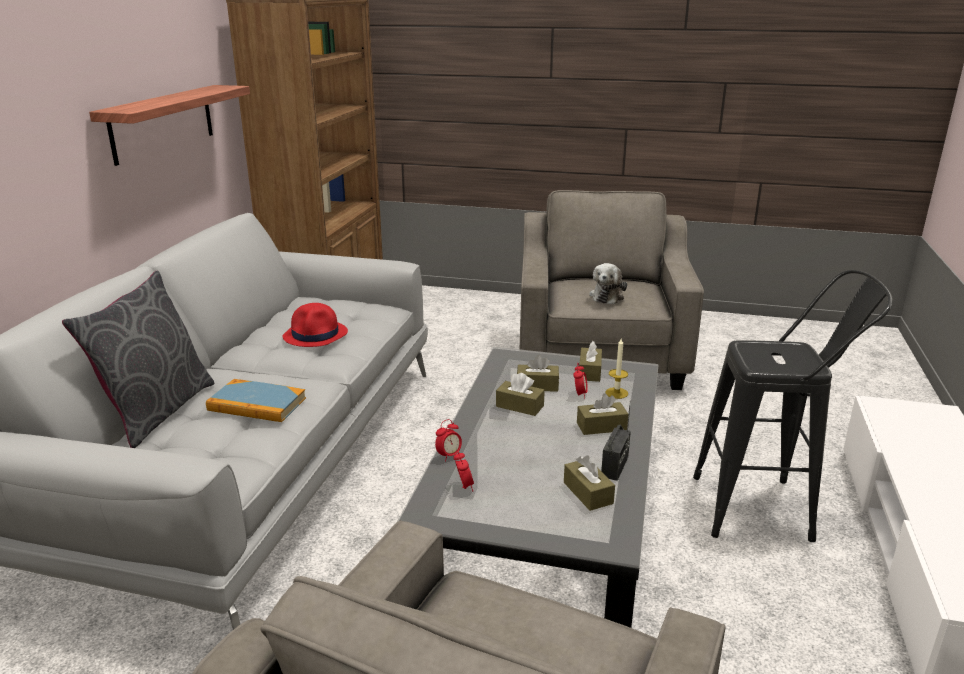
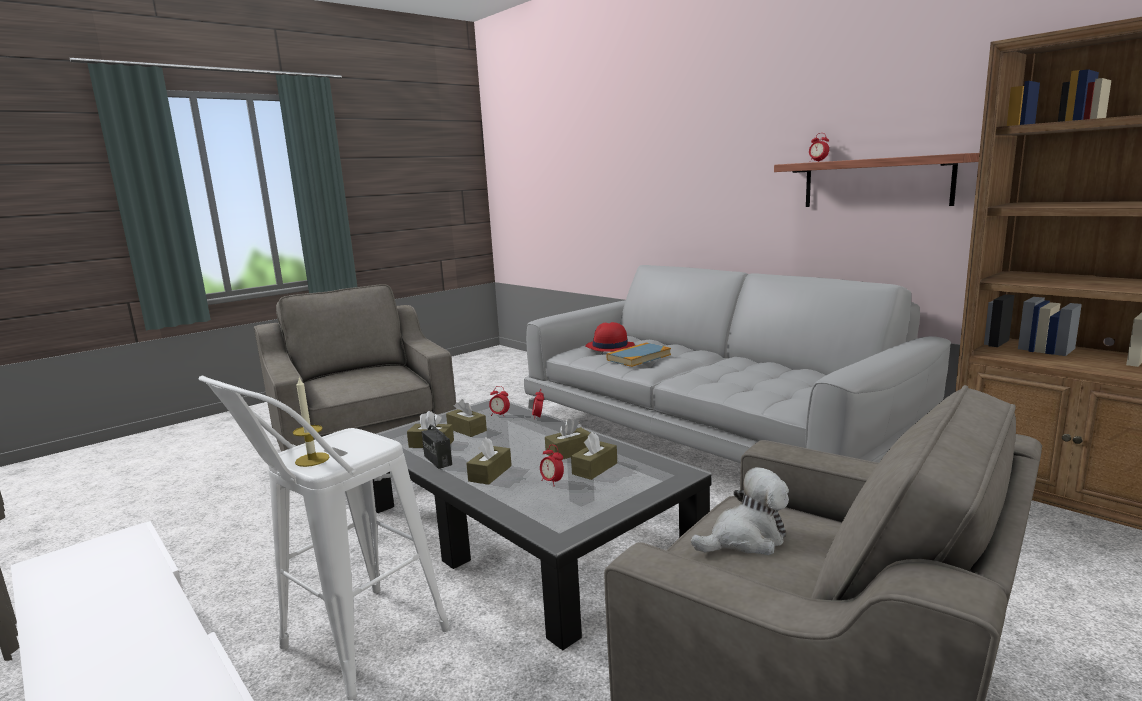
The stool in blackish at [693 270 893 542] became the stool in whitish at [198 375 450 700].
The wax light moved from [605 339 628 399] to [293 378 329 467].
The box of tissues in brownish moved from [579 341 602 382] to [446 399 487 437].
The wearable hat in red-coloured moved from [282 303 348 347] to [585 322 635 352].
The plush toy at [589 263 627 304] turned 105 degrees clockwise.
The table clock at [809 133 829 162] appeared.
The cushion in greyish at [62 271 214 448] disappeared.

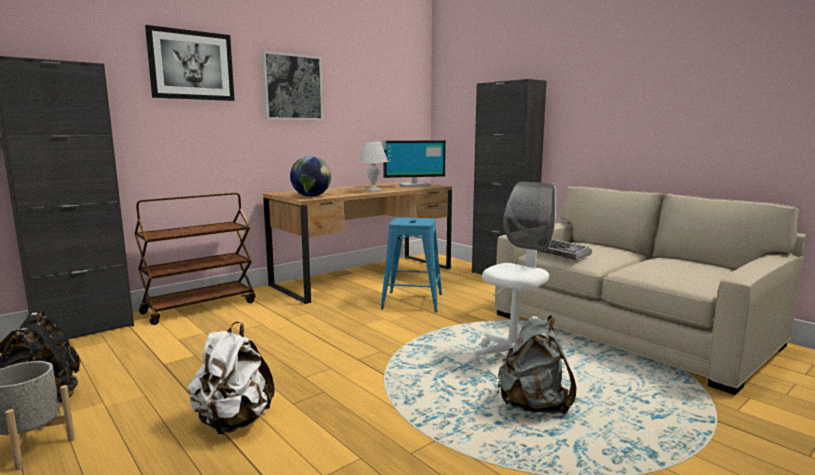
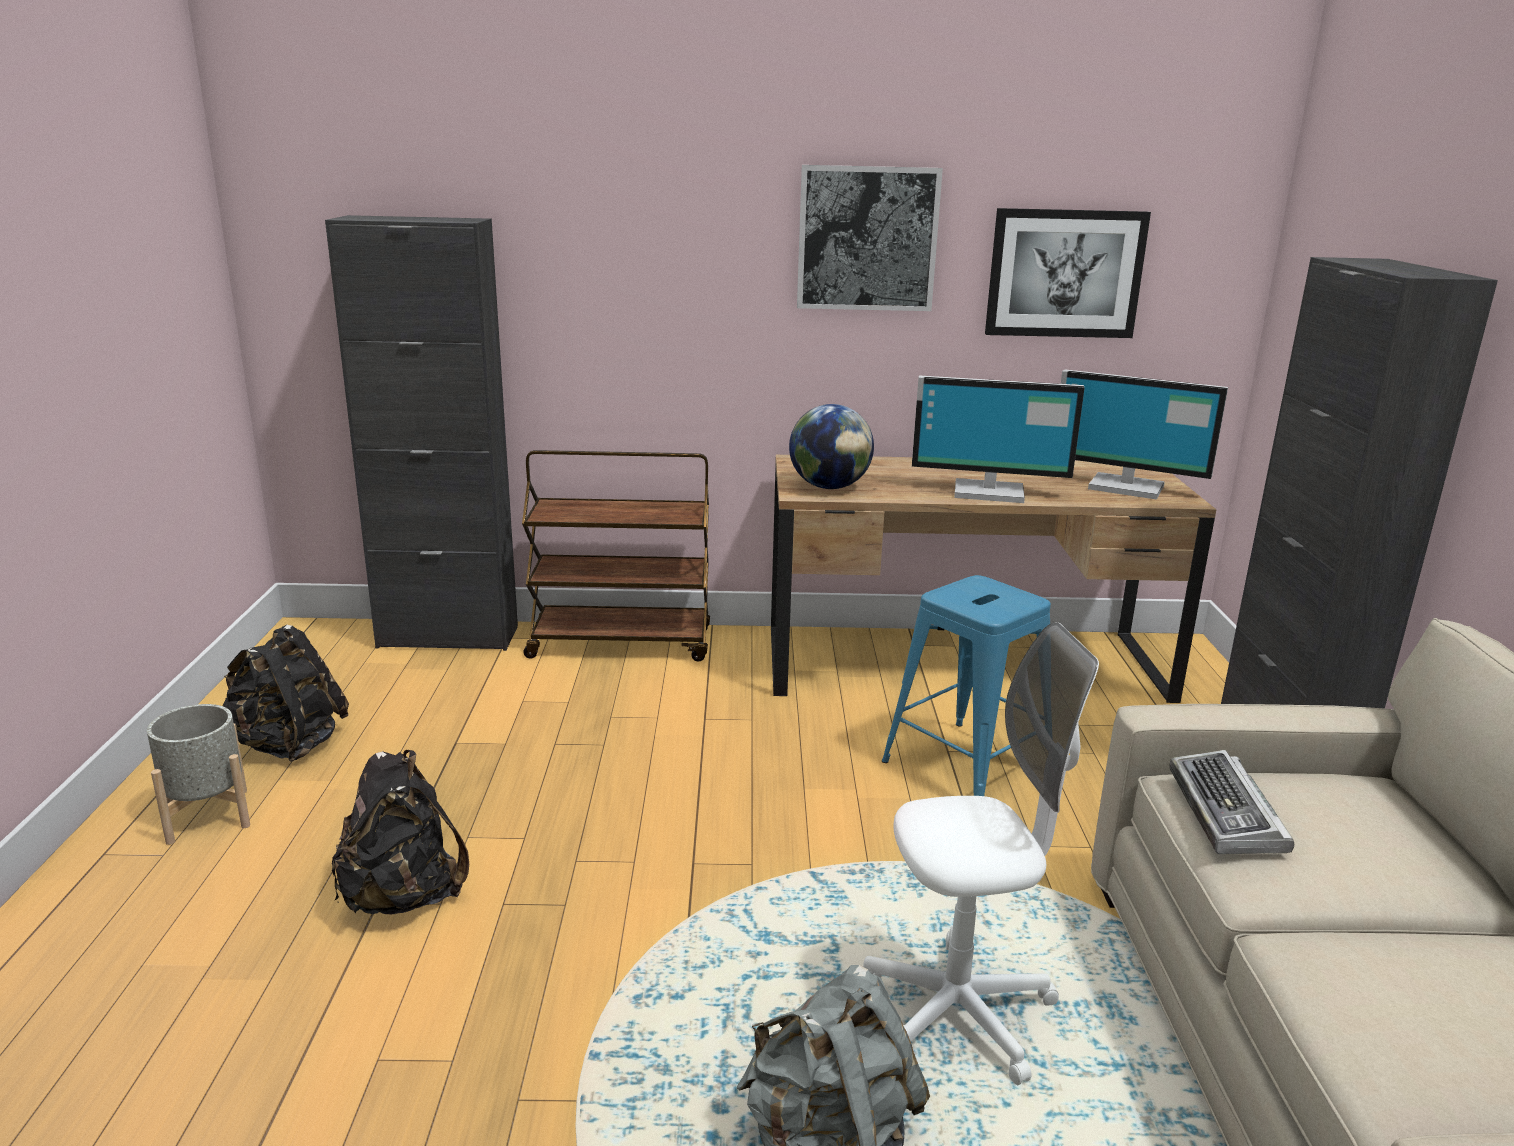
The backpack in whitish at [188 321 275 434] became the backpack in blackish at [332 750 469 914].
The lamp for a table in whitish at [358 141 388 192] was replaced by the computer screen at [912 375 1085 503].
The picture moved from [145 25 235 101] to [985 208 1151 338].

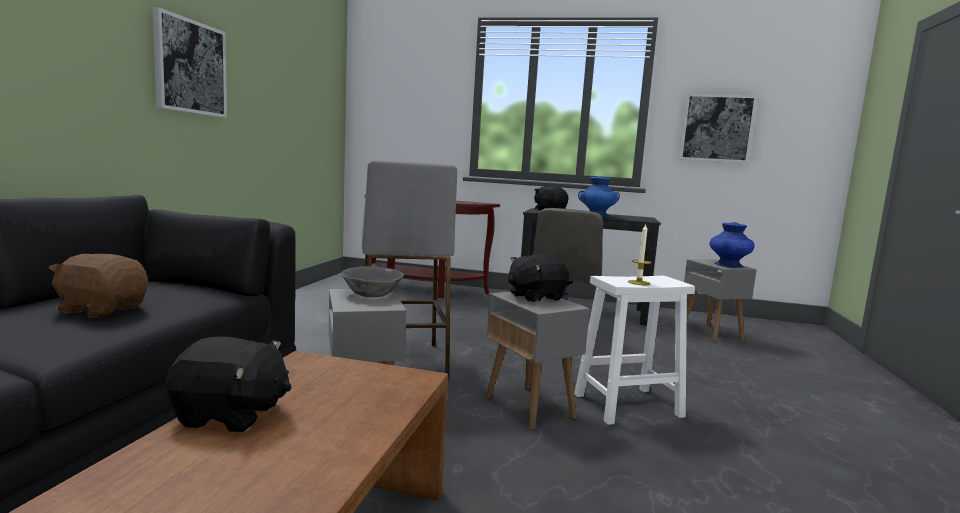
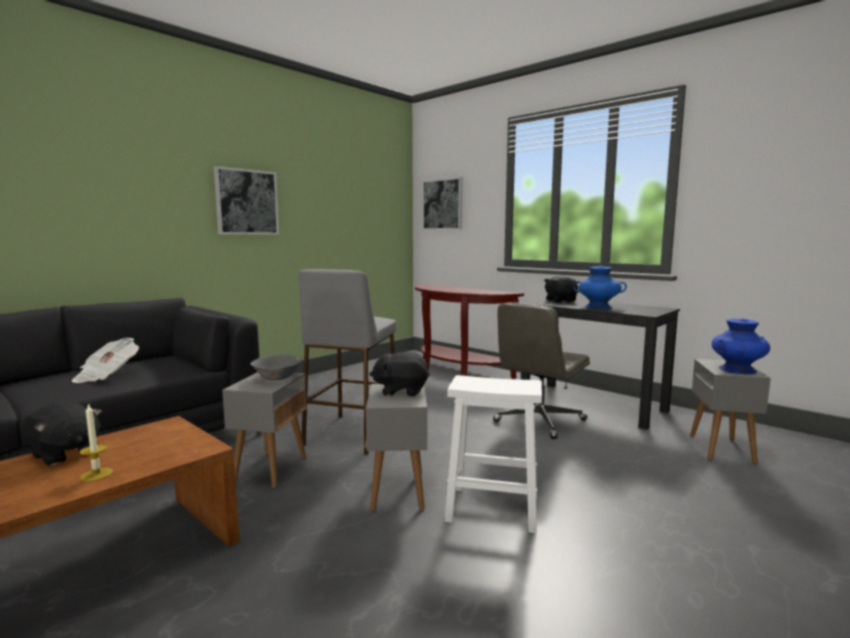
The plush toy in brownish at [49 254 148 318] was replaced by the printed paper at [71 338 139 383].
The wax light moved from [628 224 651 285] to [79 403 113 481].
The picture moved from [679 94 757 163] to [422 177 463 230].

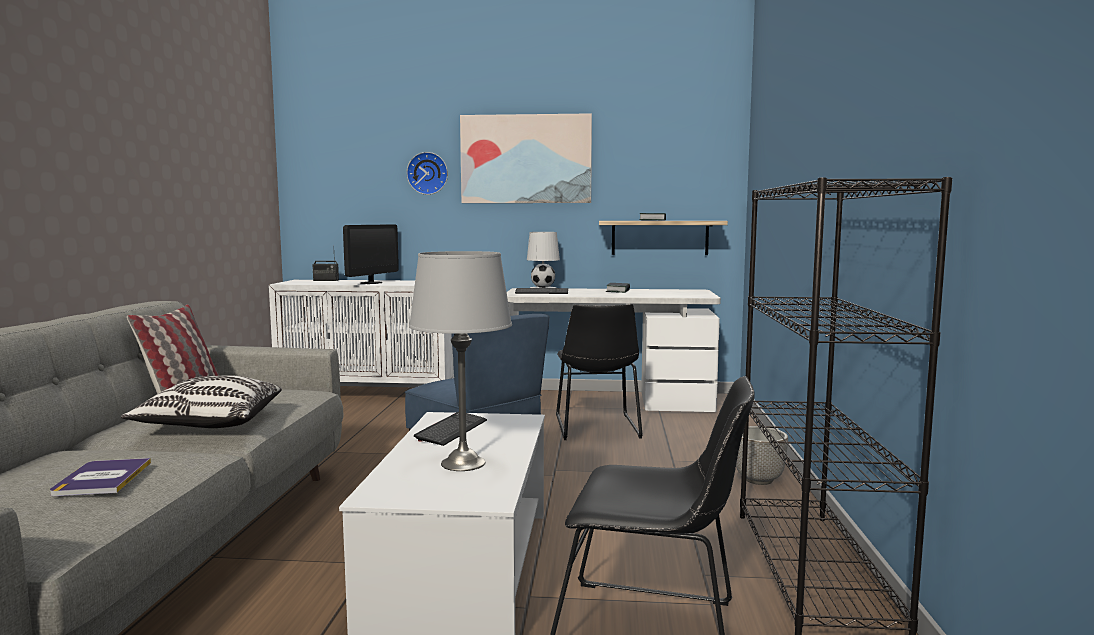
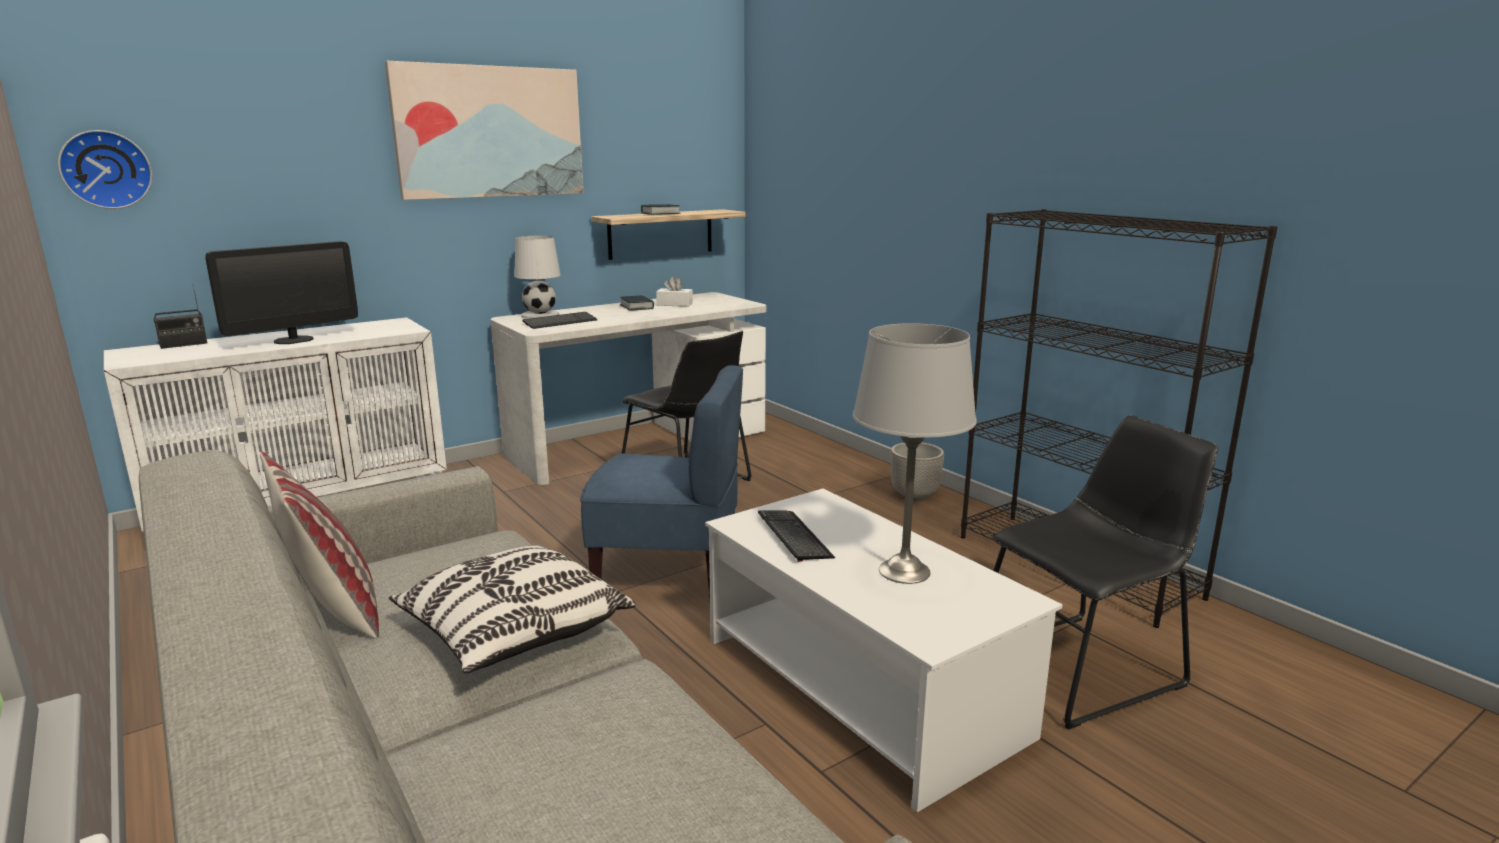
The hanging clock moved from [407 152 448 195] to [58 130 152 209].
The computer screen at [343 224 399 284] turned 60 degrees clockwise.
The box of tissues in whitish at [656 276 693 307] appeared.
The volume at [50 458 151 496] disappeared.

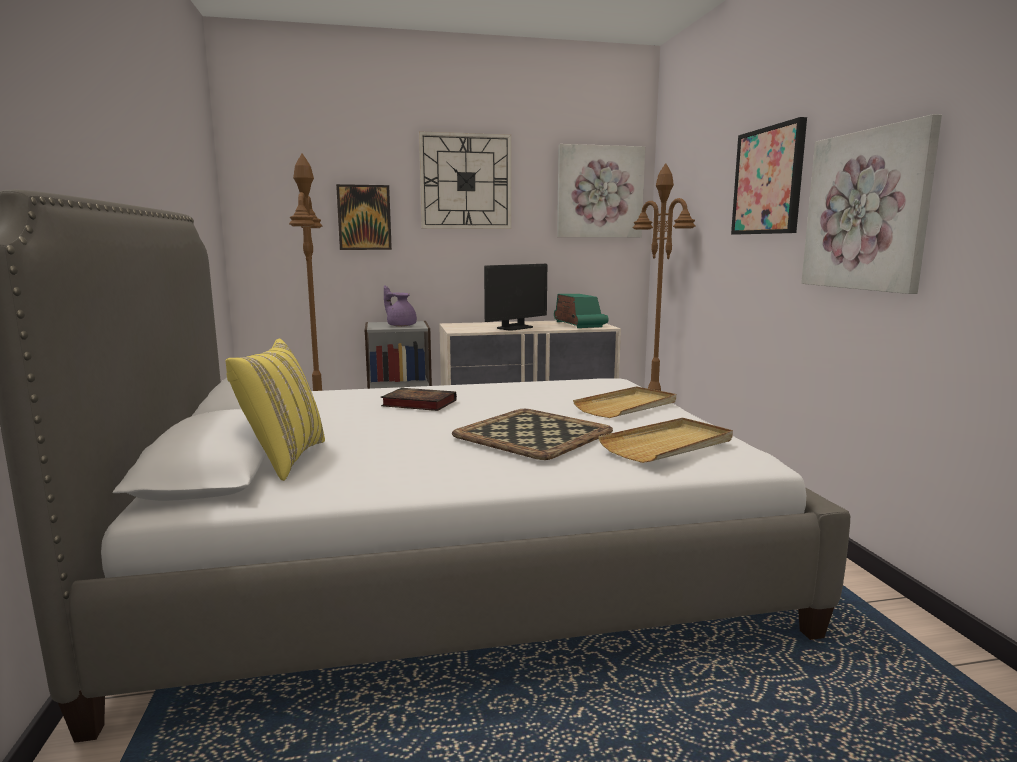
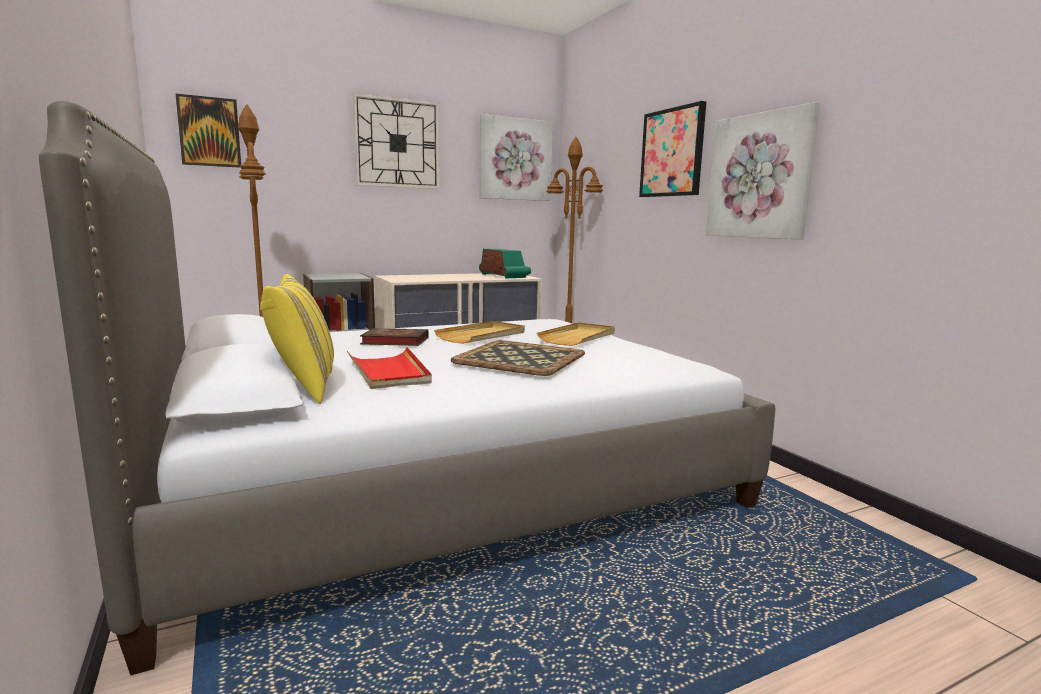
The picture moved from [336 184 392 250] to [176 94 241 168].
The serving tray in red-coloured at [347 347 432 389] appeared.
The serving tray in beige-coloured moved from [598 418 733 463] to [434 321 525 344].
The teapot in purple at [384 285 417 327] disappeared.
The computer screen at [484 264 547 331] disappeared.

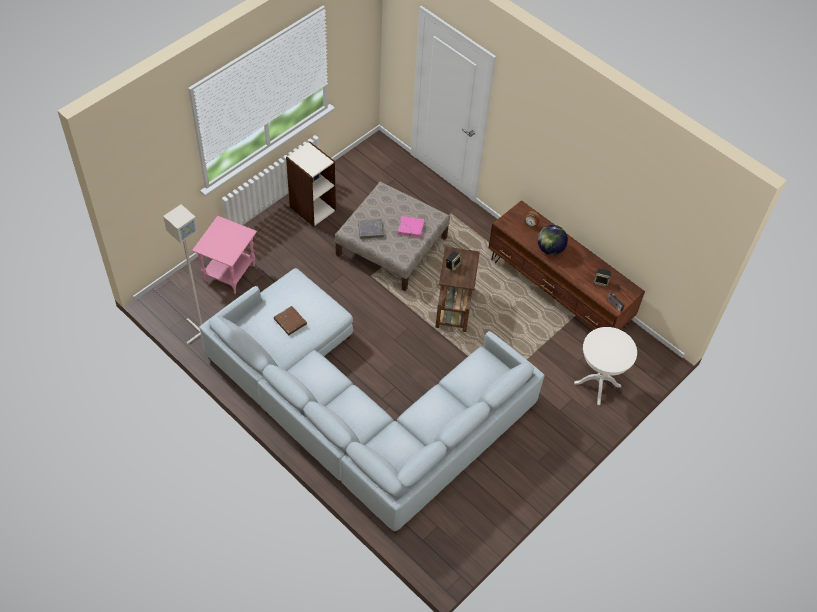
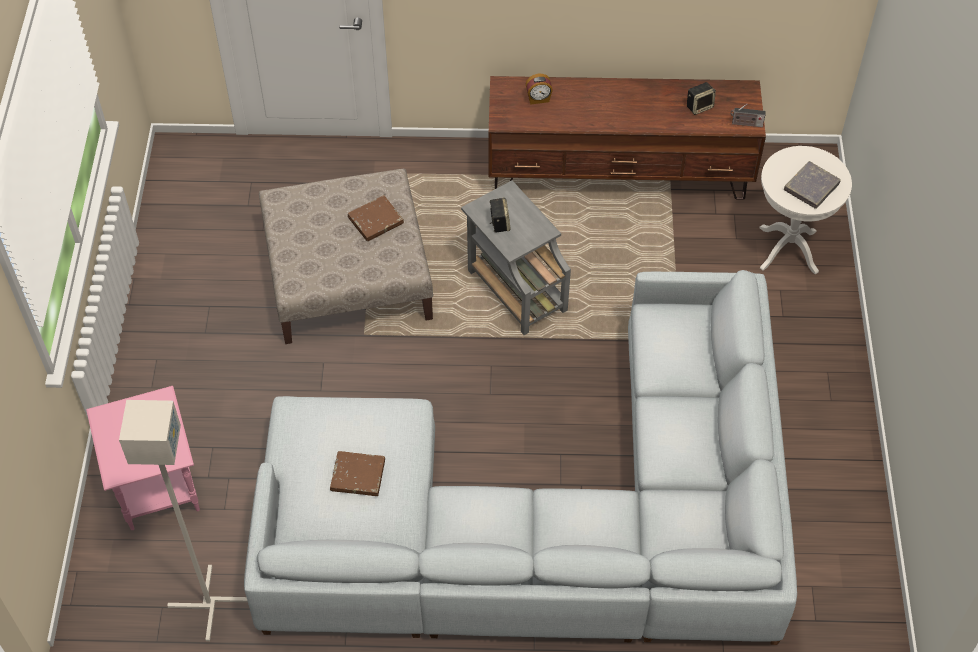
The volume in pink-coloured at [398 216 425 237] became the volume in brownish at [348 195 404 241].
The accent table in brownish at [435 247 480 332] became the accent table in greyish at [461 180 571 335].
The volume in greyish moved from [358 219 384 239] to [784 161 841 209].
The bookcase at [286 141 336 227] disappeared.
The world globe at [538 225 568 255] disappeared.

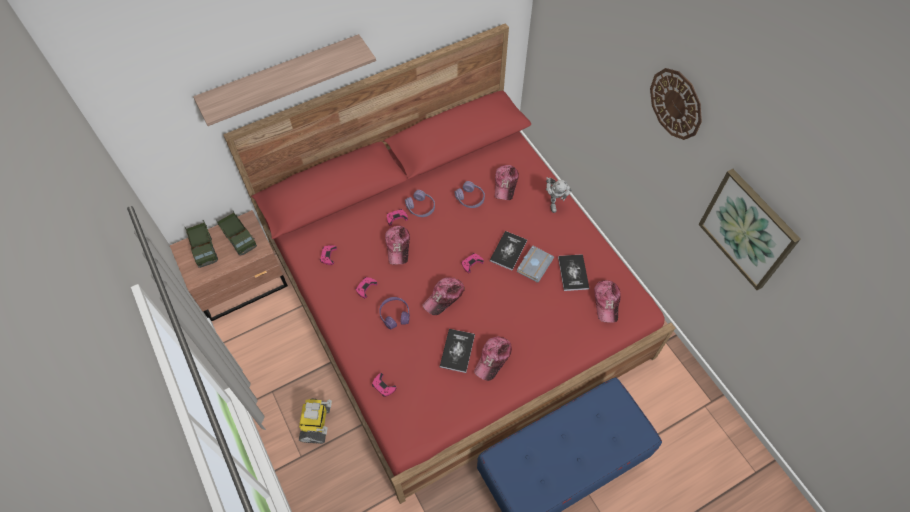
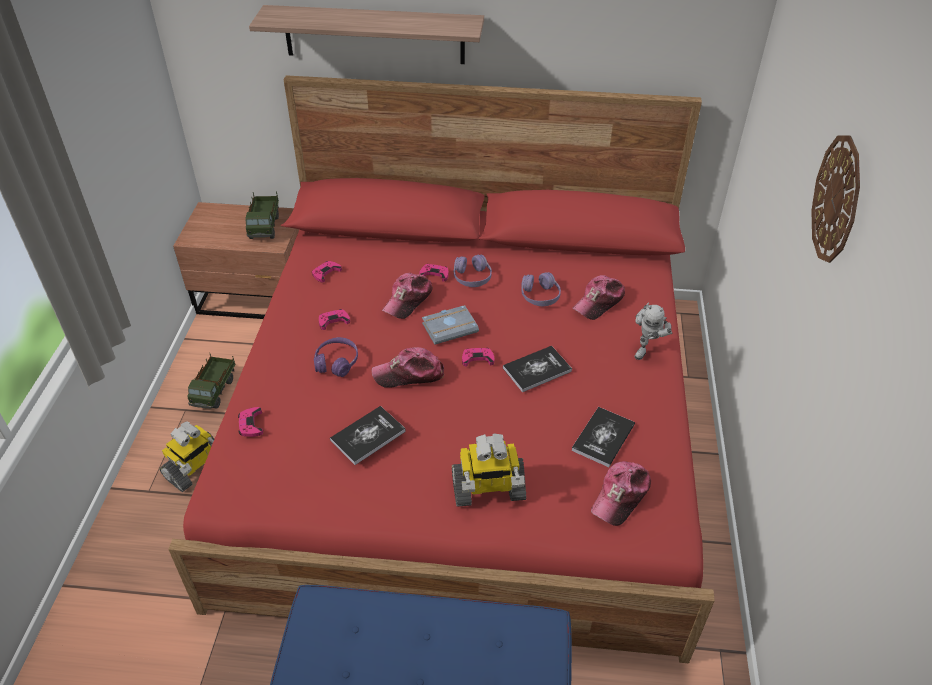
The toy truck moved from [185 220 218 268] to [187 354 235 409].
The volume in greyish moved from [517 245 554 283] to [422 305 479 345].
The robot figure at [452 433 526 507] appeared.
The peaked cap at [474 336 512 381] disappeared.
The picture at [698 169 801 290] disappeared.

